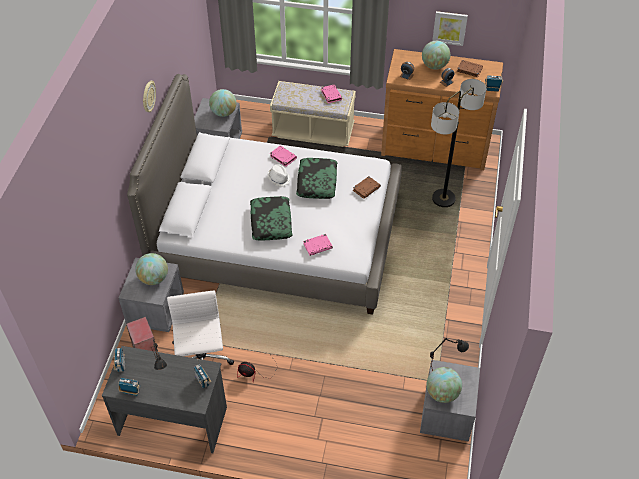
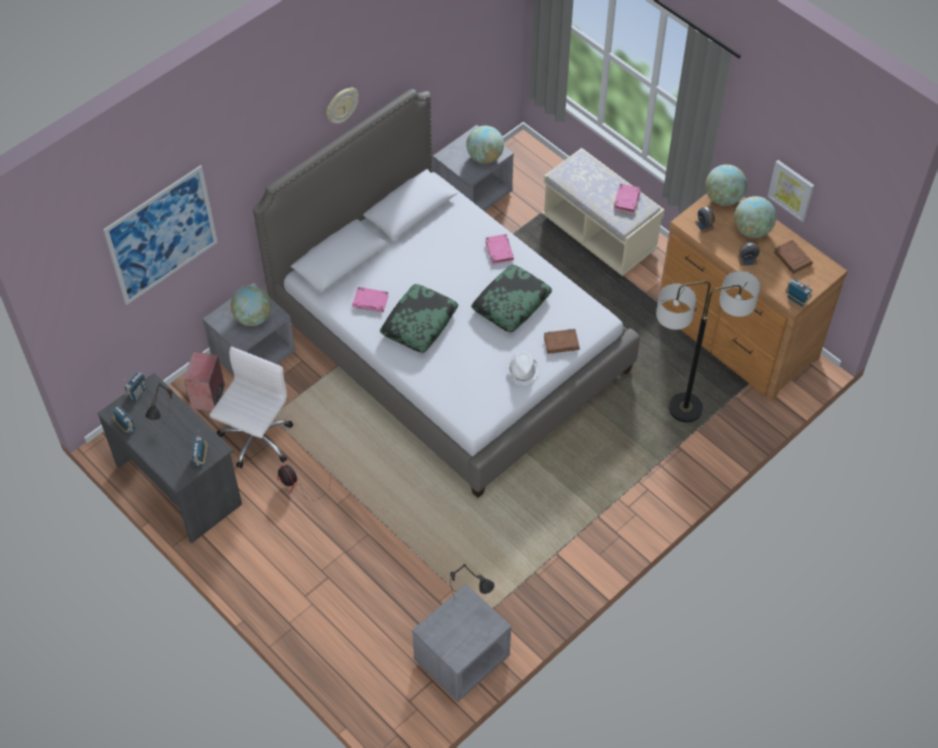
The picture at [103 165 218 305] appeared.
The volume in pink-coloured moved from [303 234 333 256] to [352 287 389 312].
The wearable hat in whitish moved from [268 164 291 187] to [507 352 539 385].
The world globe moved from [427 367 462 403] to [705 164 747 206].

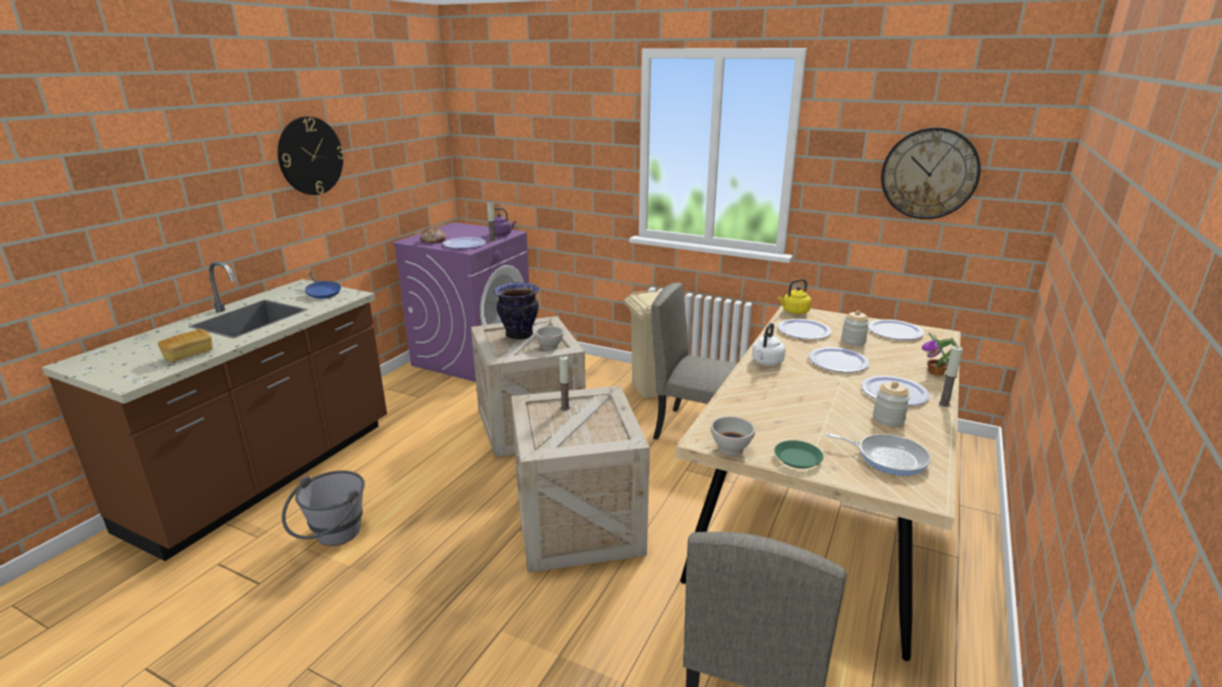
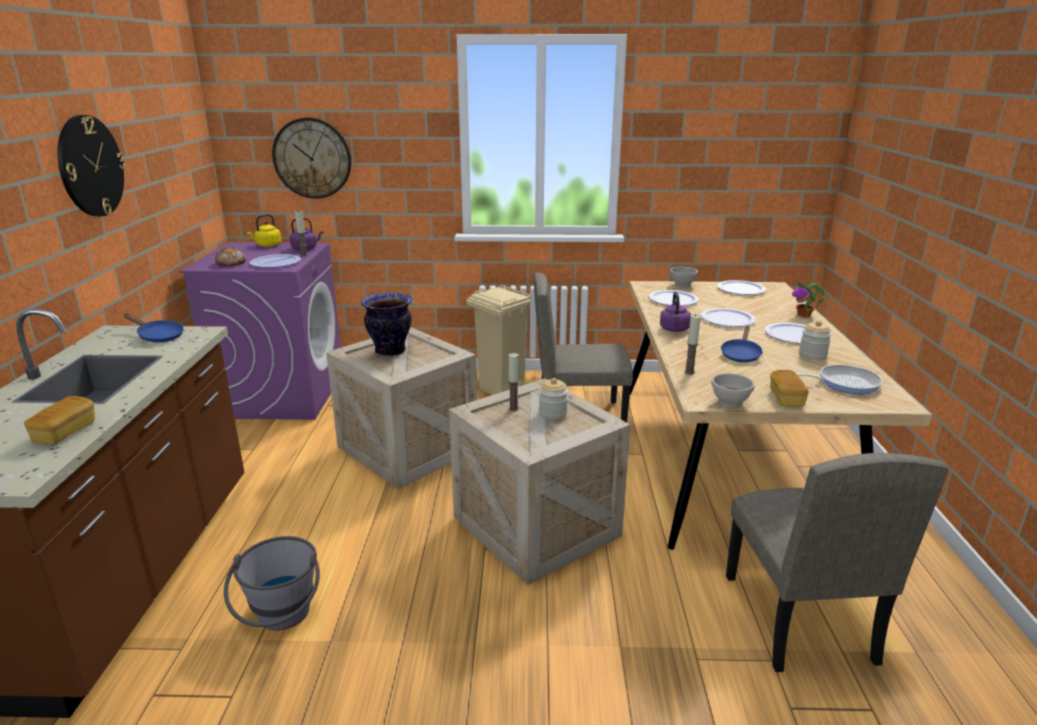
The kettle in yellow-coloured moved from [778 279 811 314] to [247 214 281 247].
The hanging clock moved from [881 127 981 219] to [272 118 351 199].
The jar moved from [841 310 870 346] to [539 378 568 420].
The kettle in whitish at [752 323 786 365] became the kettle in purple at [660 292 691 332].
The deep dish in whitish moved from [535 326 564 350] to [670 267 698 288].
The wax light moved from [938 346 963 407] to [684 314 701 375].
The frying pan in blue at [721 326 763 363] appeared.
The dinner plate in greenish at [774 440 823 469] was replaced by the baked bread at [770 370 809 407].

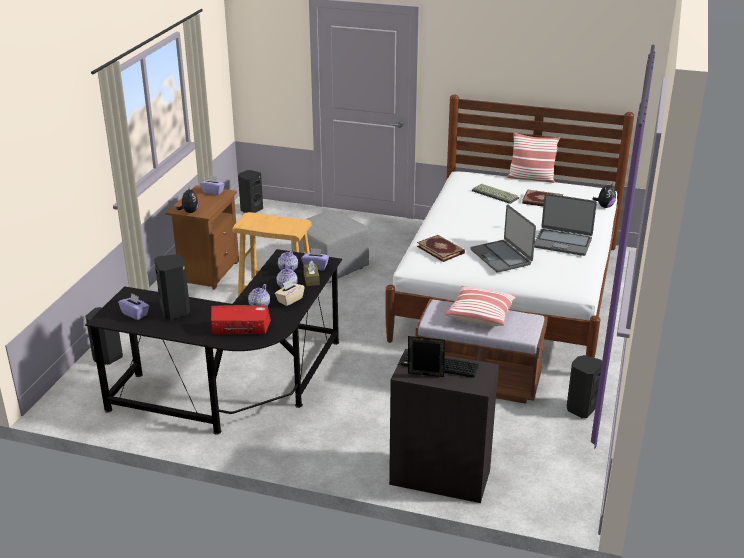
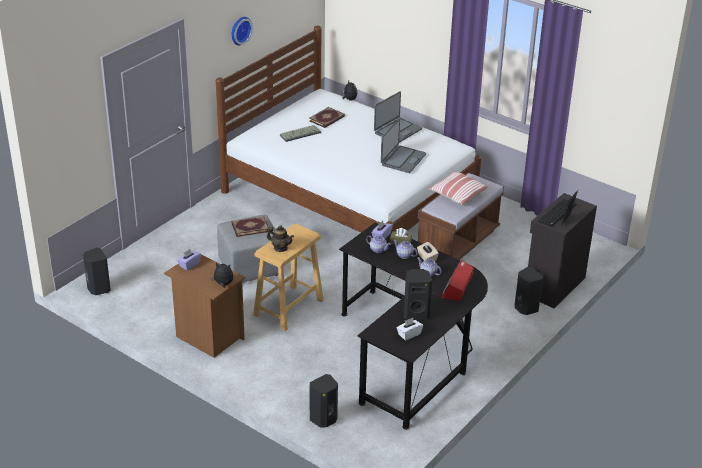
The hanging clock at [232 17 253 45] appeared.
The volume moved from [417 235 465 262] to [232 216 269 237].
The teapot at [267 225 294 252] appeared.
The laptop at [471 205 536 273] turned 60 degrees counterclockwise.
The box of tissues in purple at [118 293 149 320] became the box of tissues in whitish at [397 318 423 340].
The loudspeaker in blackish moved from [567 355 602 418] to [515 267 543 315].
The cushion at [507 132 560 183] disappeared.

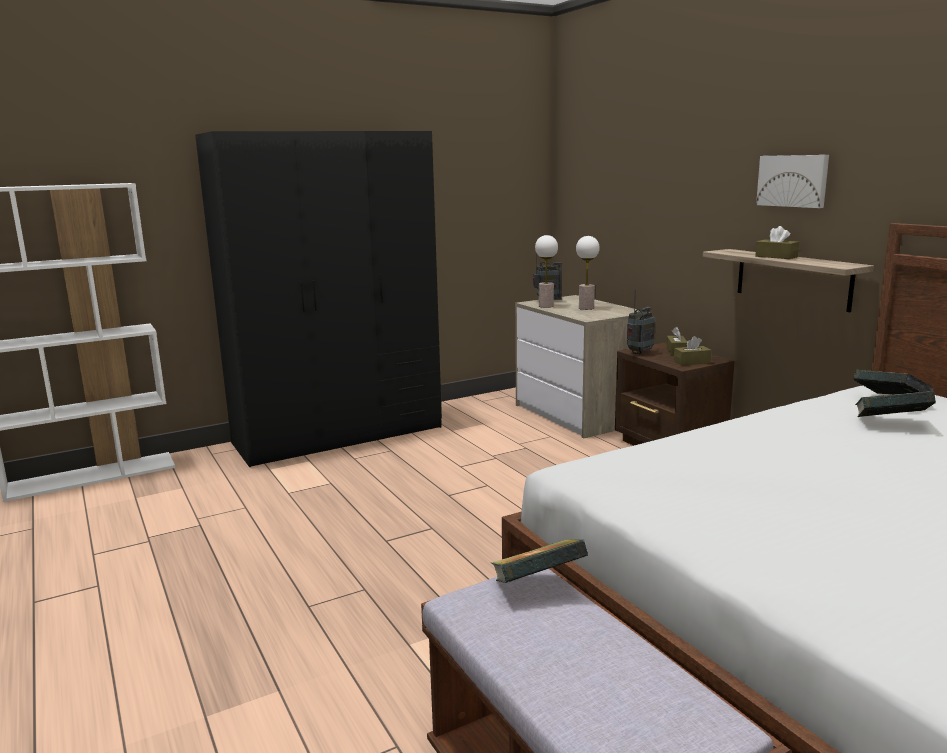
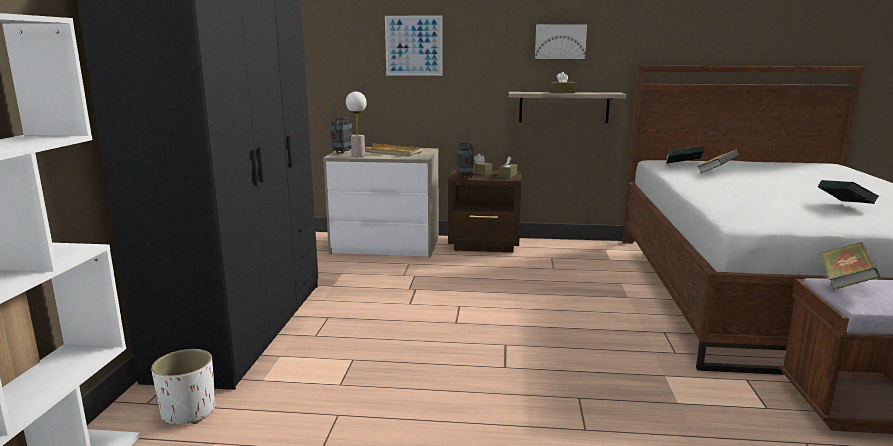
The plant pot in whitish at [151 349 215 424] appeared.
The lamp for a table at [576 236 600 310] was replaced by the serving tray in beige-coloured at [365 143 423 157].
The picture at [385 15 443 76] appeared.
The volume at [818 180 880 204] appeared.

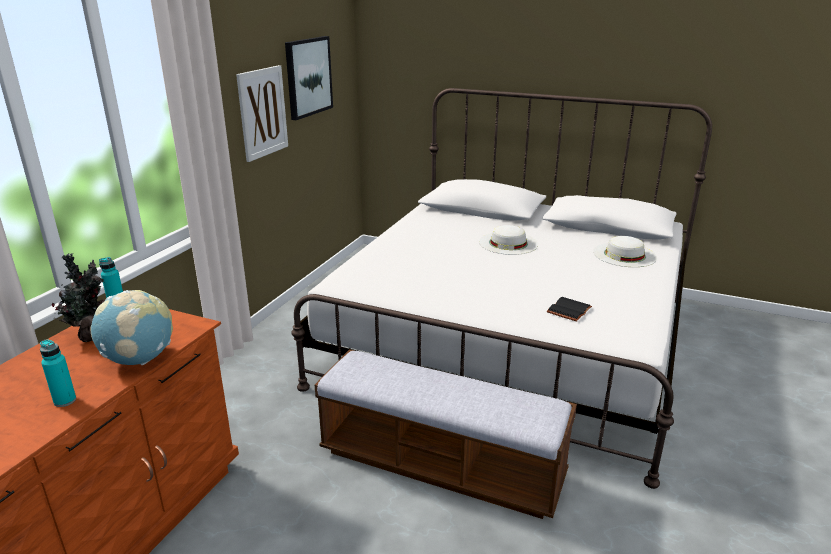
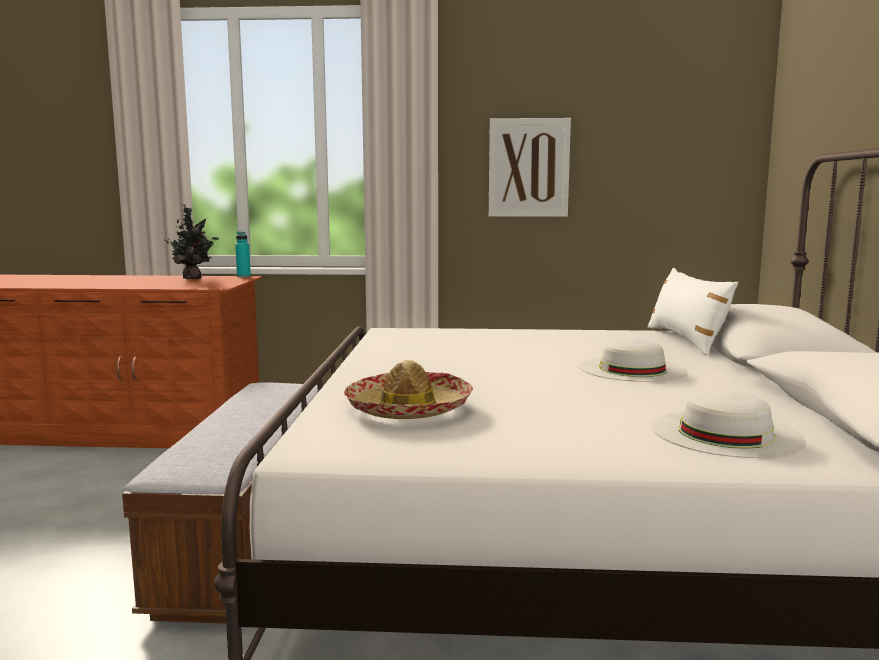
The volume in blackish at [547 297 592 321] was replaced by the wearable hat at [344 360 473 419].
The cushion in whitish at [648 268 738 356] appeared.
The drink bottle in turquoise at [40 339 76 407] disappeared.
The world globe at [91 290 173 365] disappeared.
The picture at [285 36 333 120] disappeared.

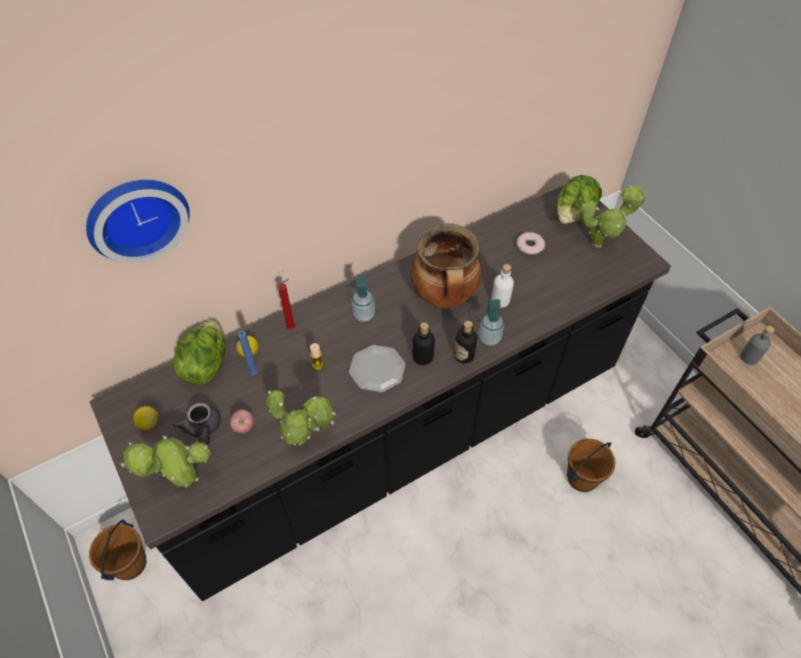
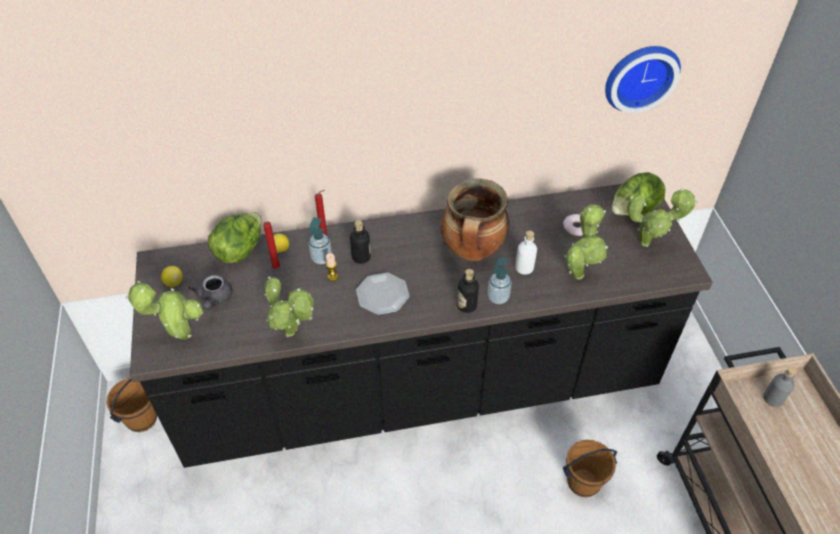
The wax light in blue at [238 331 258 375] became the wax light in red-coloured at [263 222 280 269].
The soap bottle moved from [351 275 375 322] to [308 217 332 264].
The drink bottle moved from [412 322 435 365] to [350 220 371 264].
The potted plant at [564 204 608 280] appeared.
The hanging clock moved from [86 180 190 264] to [605 46 681 113].
The apple at [230 409 254 433] disappeared.

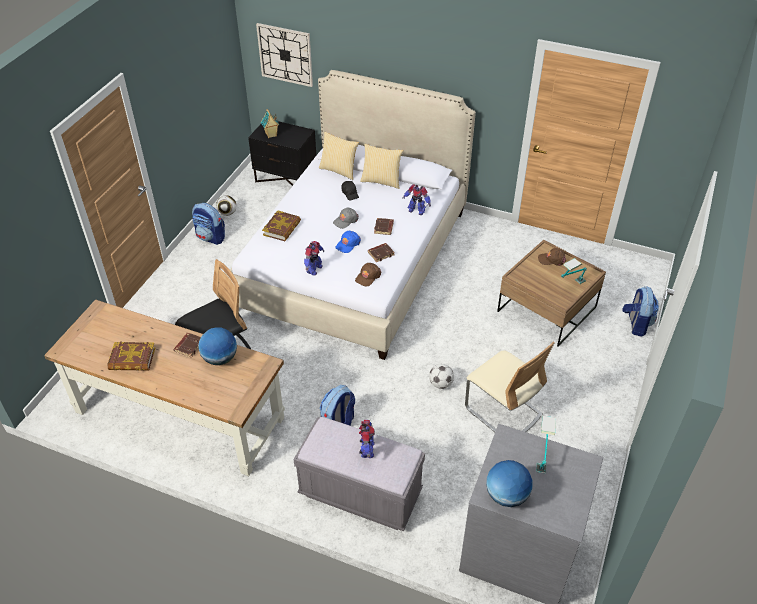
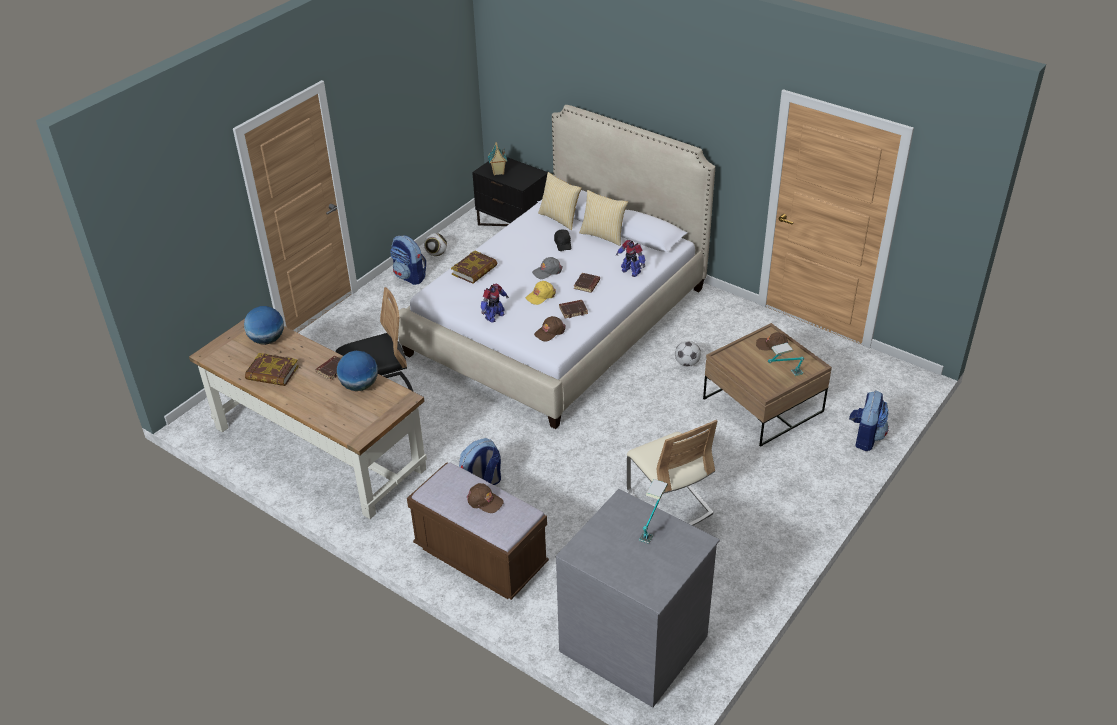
The world globe moved from [486 460 533 507] to [244 306 284 345].
The long seat in greyish at [293 417 425 531] became the long seat in brownish at [407 462 549 600].
The robot figure at [359 420 375 458] was replaced by the peaked cap in brownish at [467 483 504 513].
The peaked cap in blue at [335 231 361 253] became the peaked cap in yellow-coloured at [526 281 556 305].
The football ball moved from [429 364 454 389] to [675 341 701 367].
The hanging clock at [256 23 313 87] disappeared.

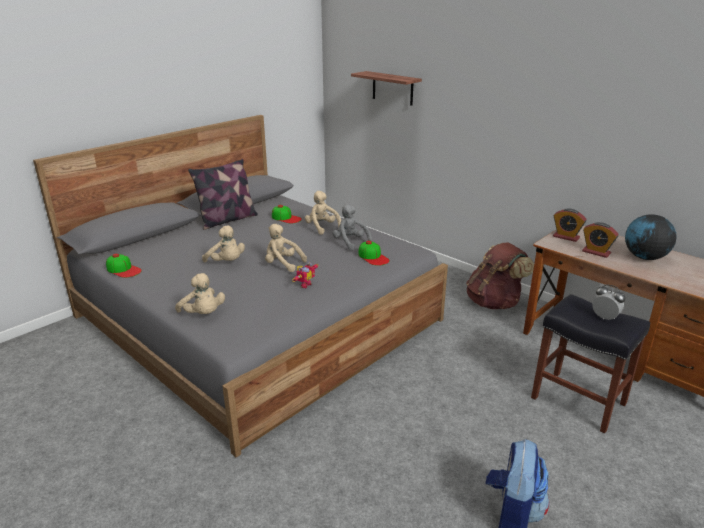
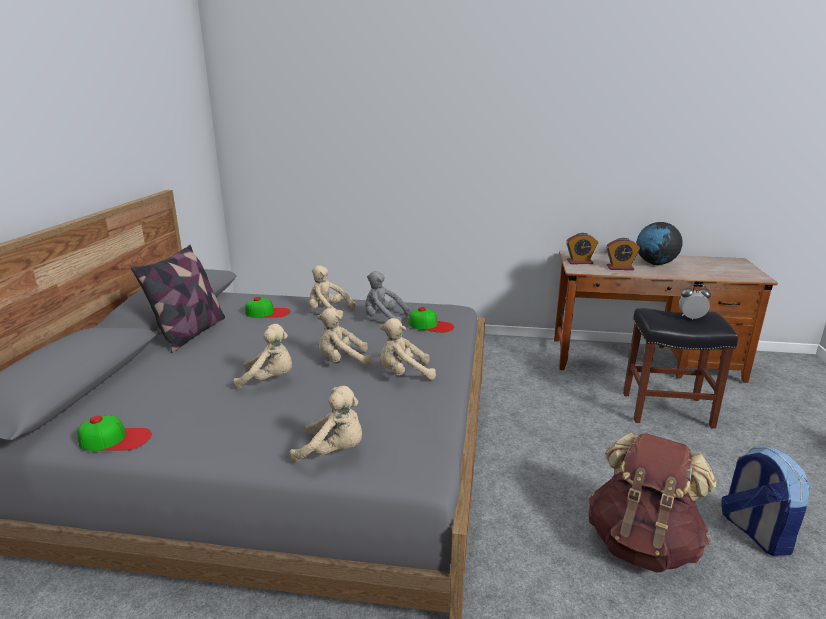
The robot figure at [292 262 319 288] was replaced by the plush toy in beige-coloured at [380 318 436 380].
The backpack in brownish moved from [466 242 534 309] to [588 433 716 572].
The shelf at [351 71 422 106] disappeared.

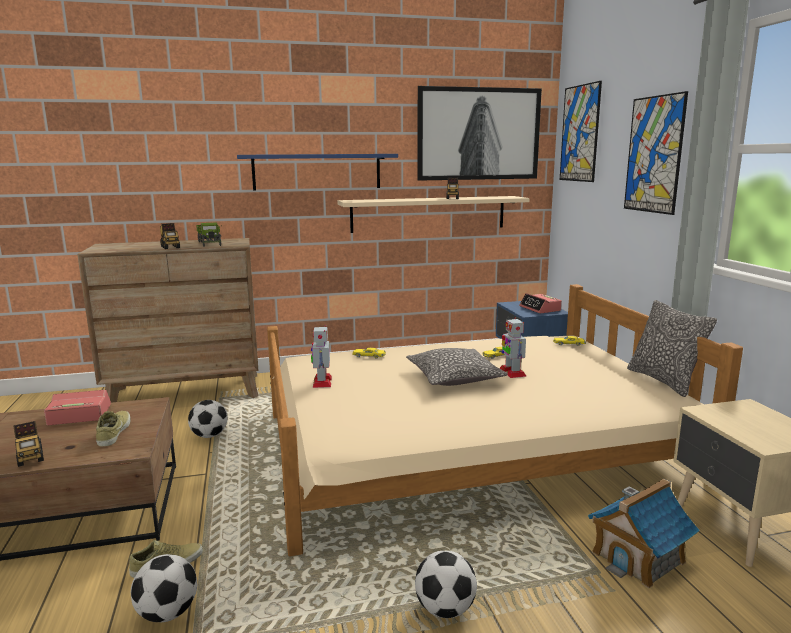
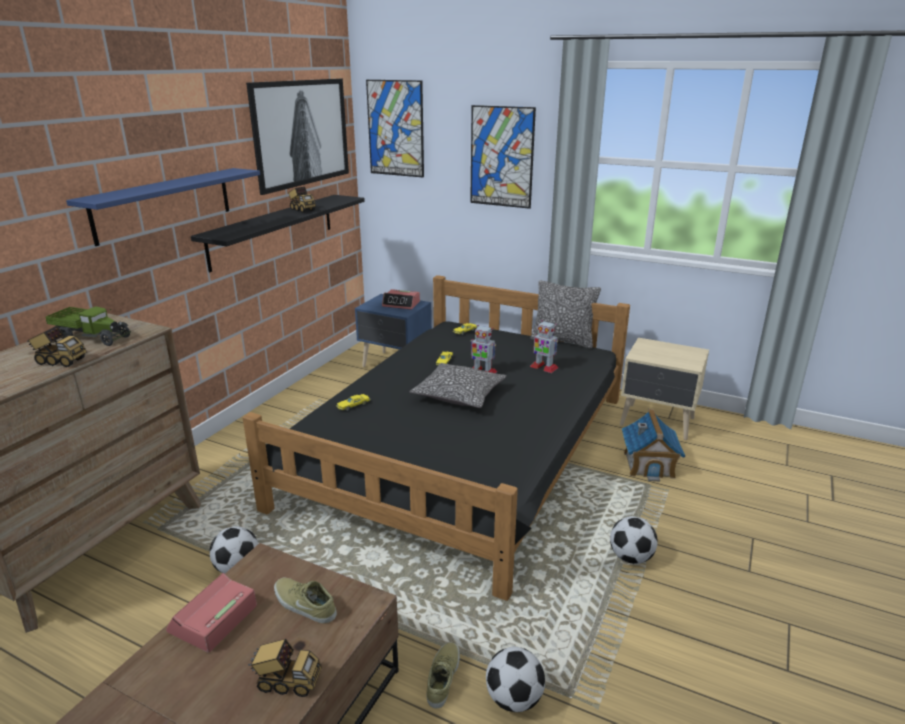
The shelf in beige-coloured at [337 196 530 233] became the shelf in blackish at [191 195 365 272].
The bedroom bed in beige-coloured at [267 284 743 556] became the bedroom bed in blackish at [242 275 630 601].
The robot figure moved from [311 325 332 388] to [530 320 558 373].

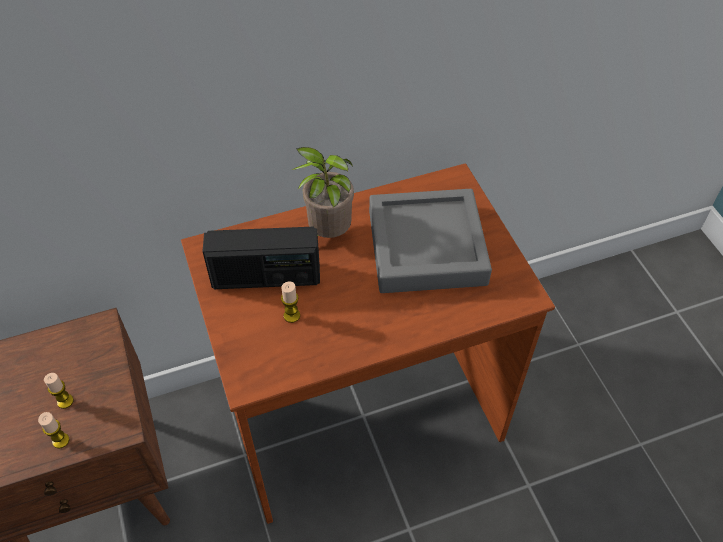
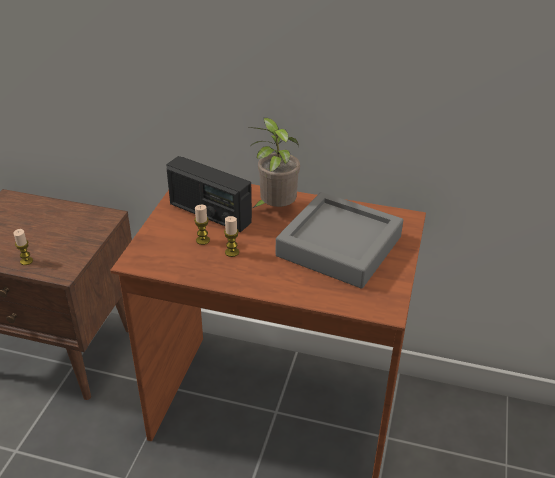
The wax light moved from [44 373 74 409] to [224 216 239 257].

